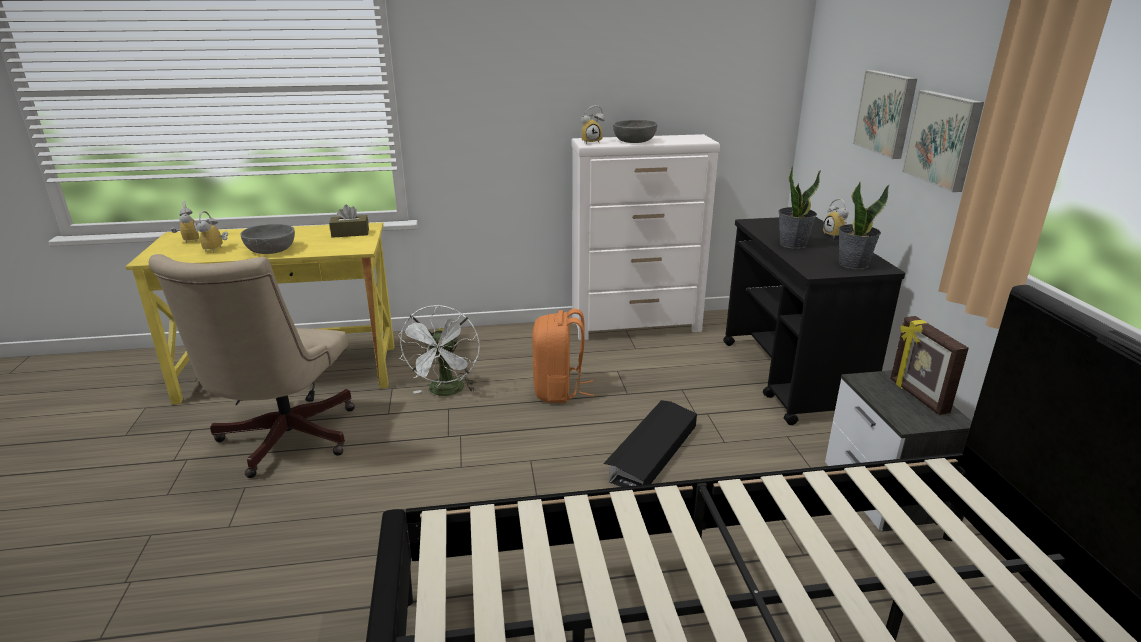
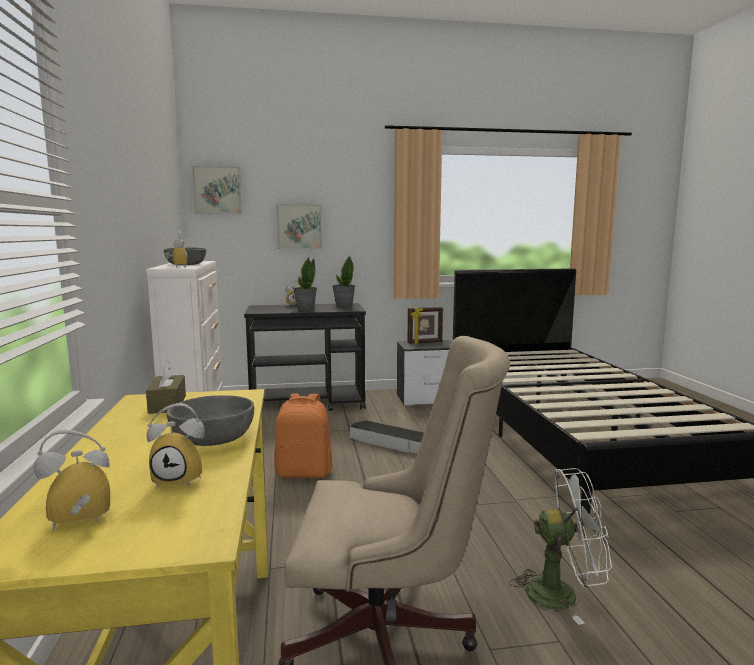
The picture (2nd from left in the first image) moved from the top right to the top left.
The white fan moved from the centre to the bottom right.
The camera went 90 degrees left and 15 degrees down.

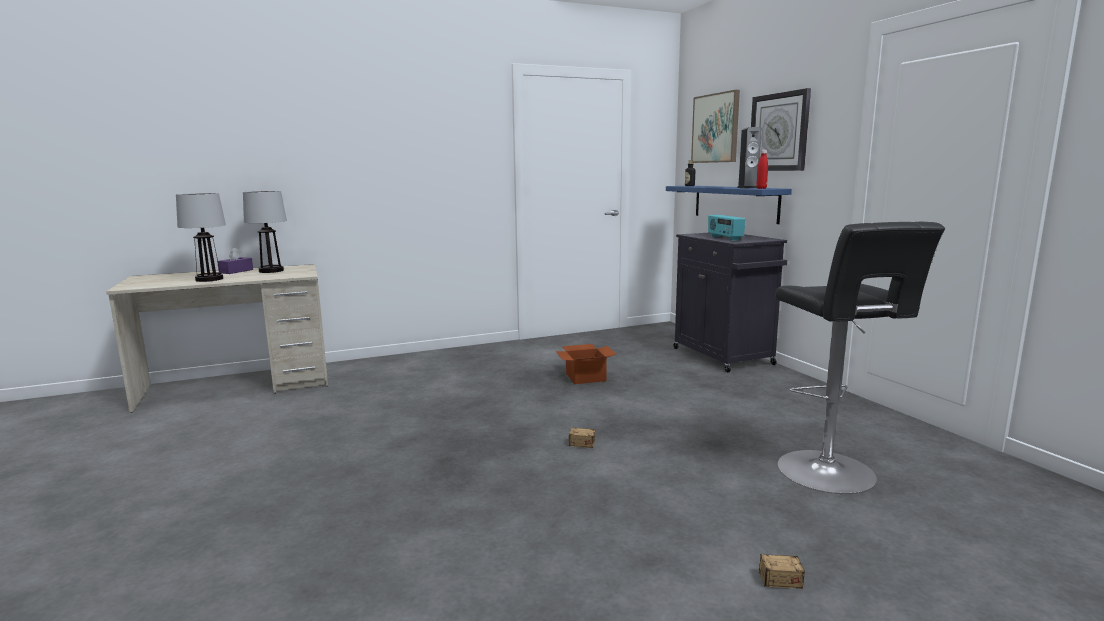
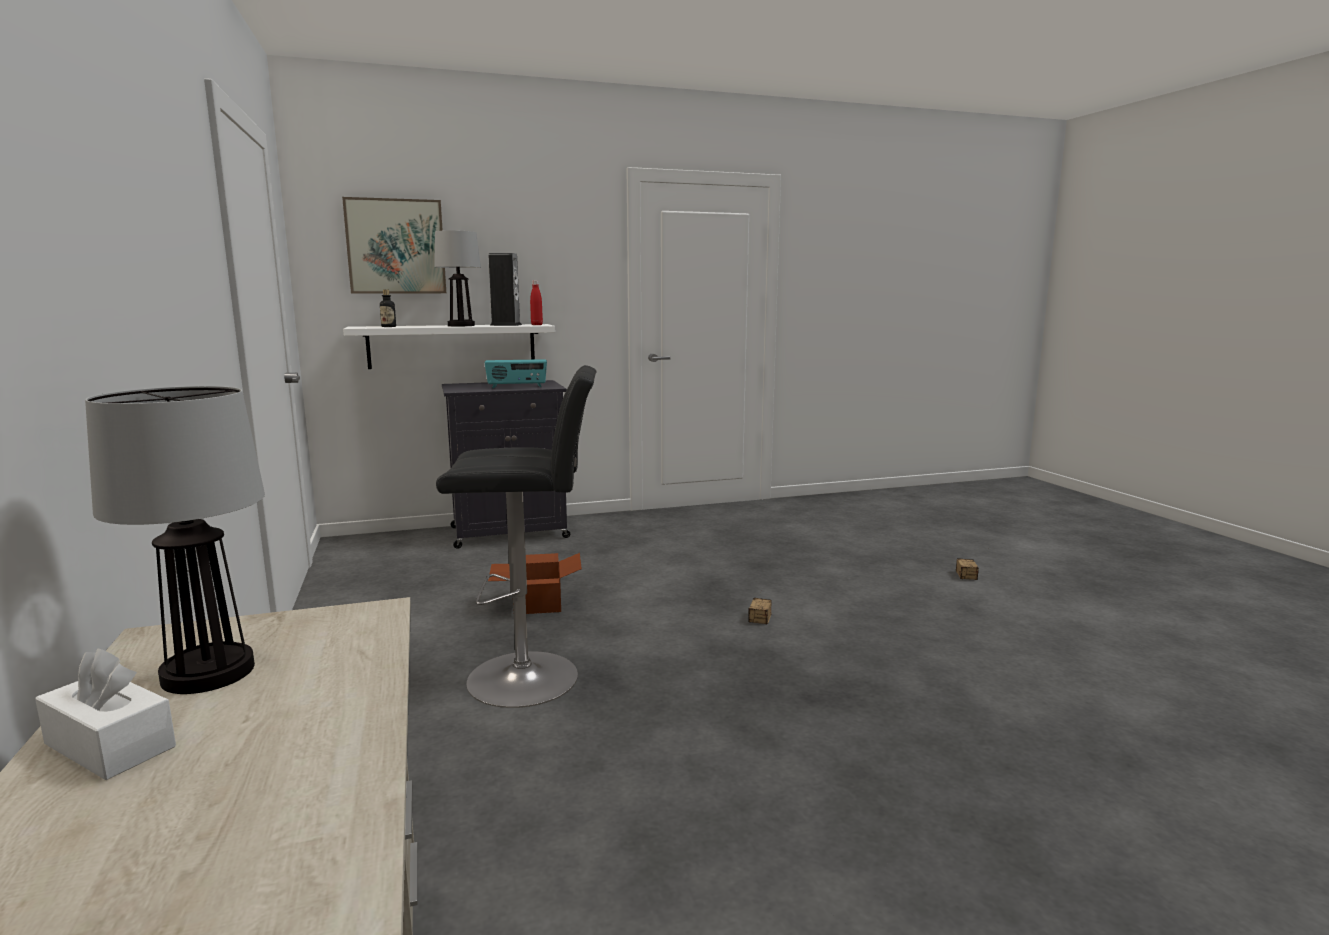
The wall clock at the top right disappeared.
The blue shelf at the top centre became the white shelf at the centre.
The table lamp (1st from left in the first image) moved from the middle left to the top centre.
The black stool moved from the middle right to the centre.
The purple tissue box at the middle left became the white tissue box at the bottom left.
The camera went 85 degrees left and 0 degrees up.

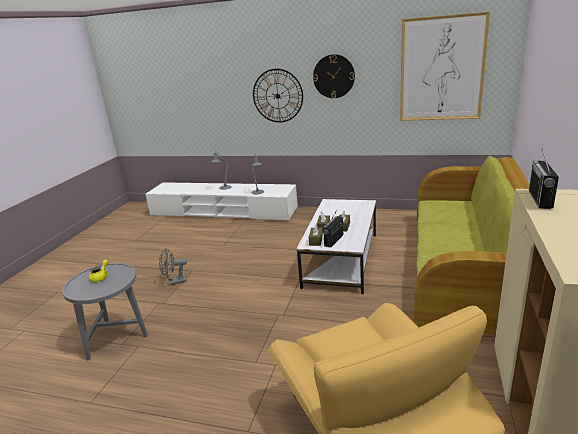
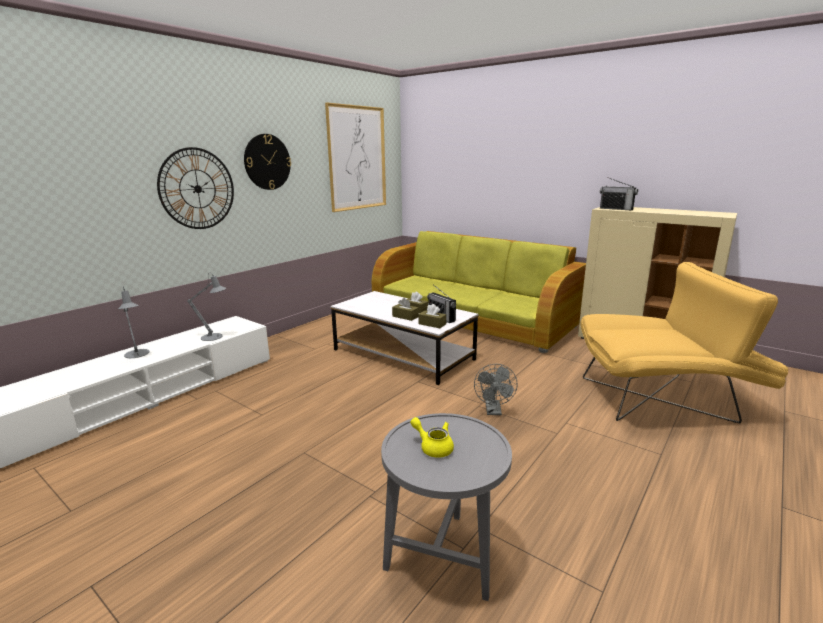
The grey fan moved from the middle left to the centre.
The camera went 70 degrees left and 5 degrees down.

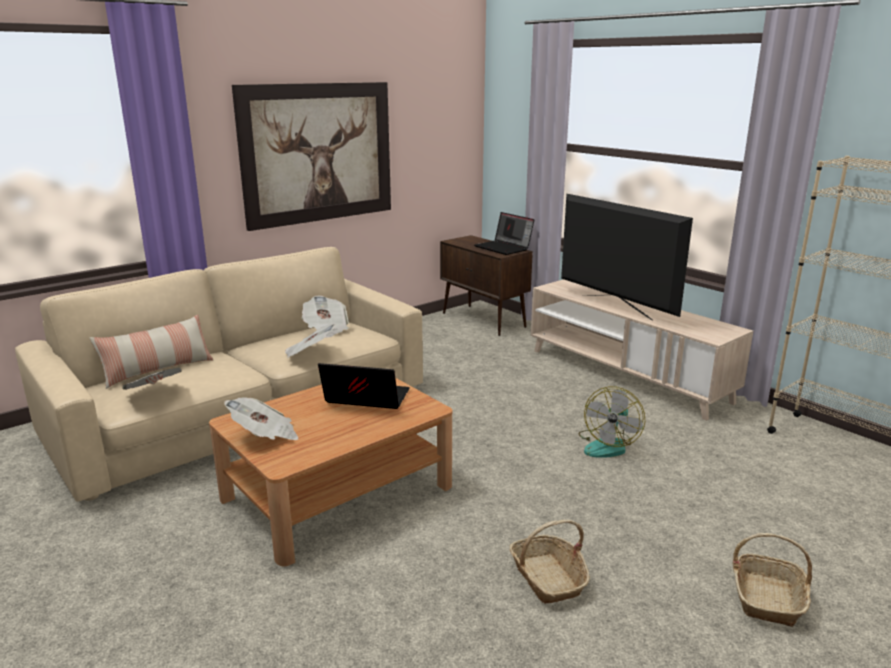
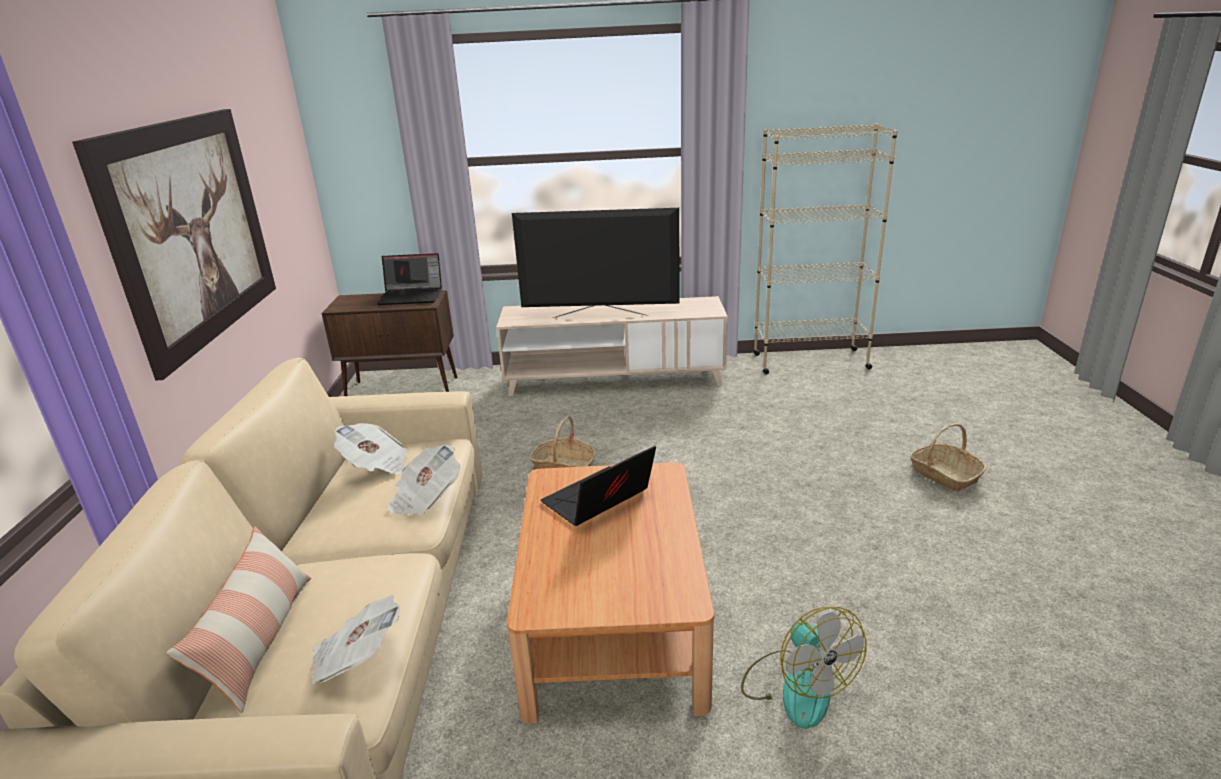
The fan moved from the middle right to the bottom centre.
The newspaper (2nd from left) at the middle left disappeared.
The basket (1st from left) moved from the bottom centre to the centre.
The camera went 50 degrees left and 5 degrees up.

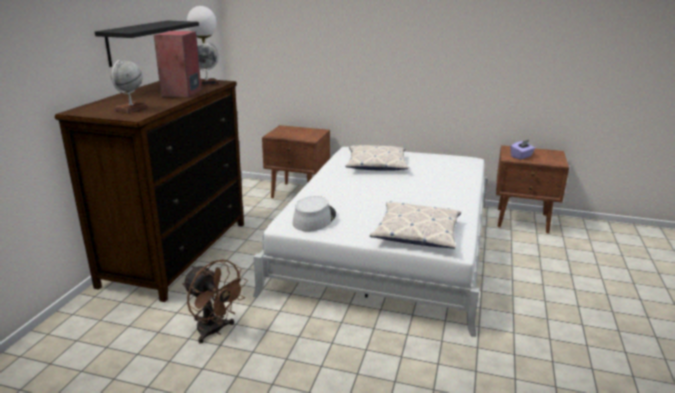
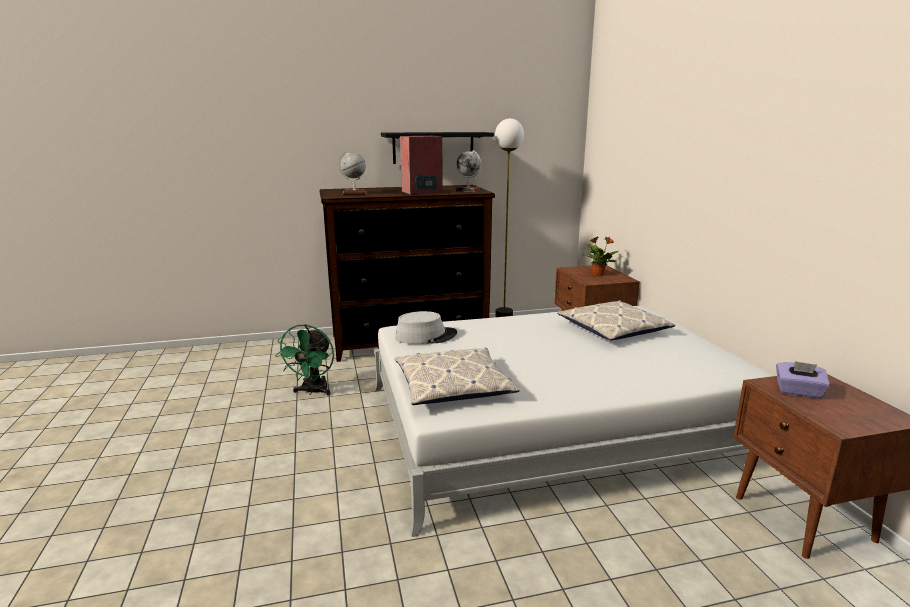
The brown fan at the bottom left became the green fan at the centre.
The potted plant at the centre appeared.
The camera went 60 degrees right and 5 degrees down.

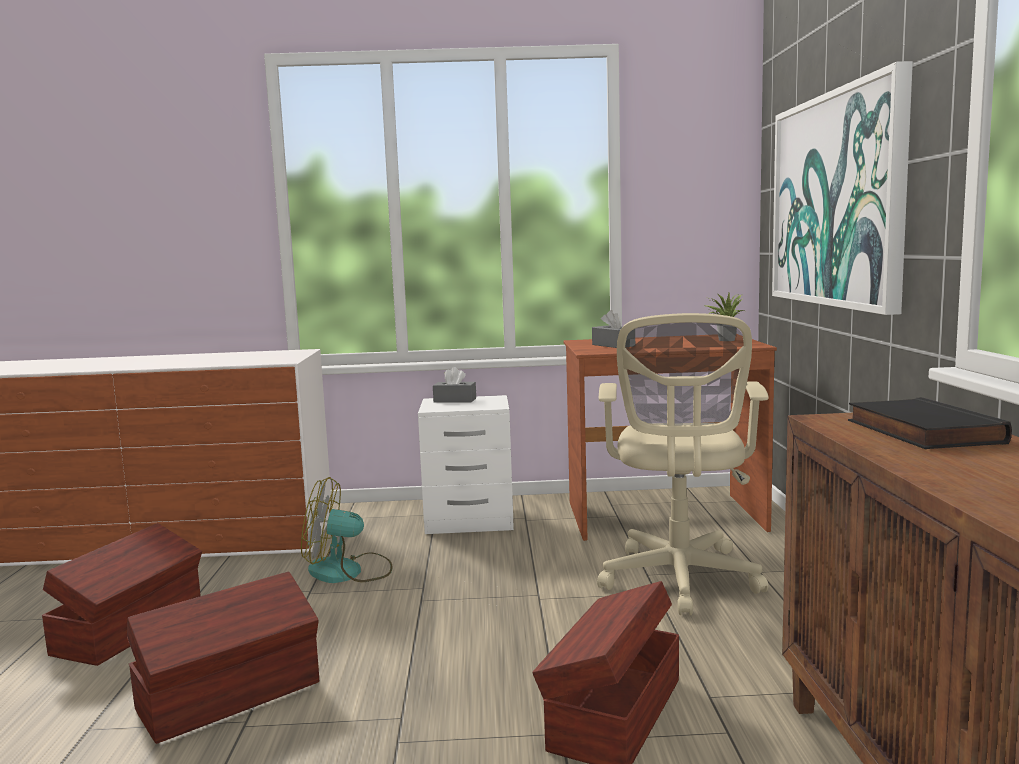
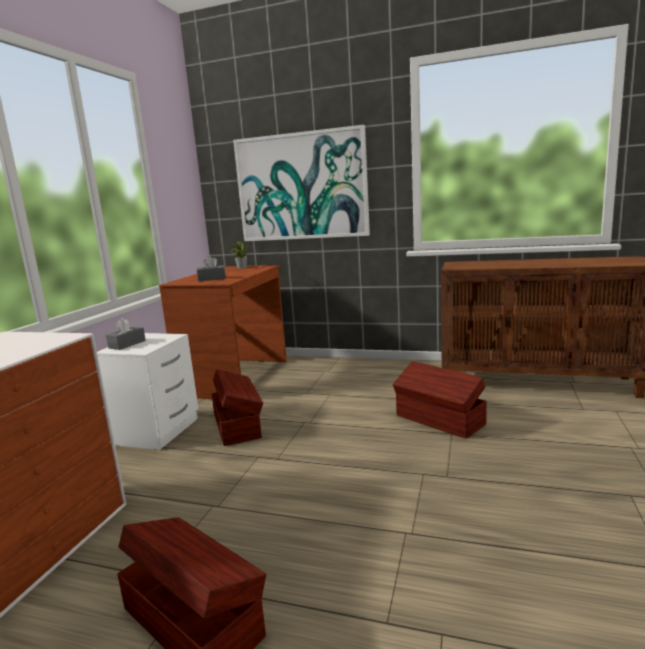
The beige office chair at the middle right disappeared.
The black book at the middle right disappeared.
The fan at the bottom centre disappeared.
The brown storage box (2nd from left) moved from the bottom left to the centre.
The camera went 70 degrees left and 5 degrees up.

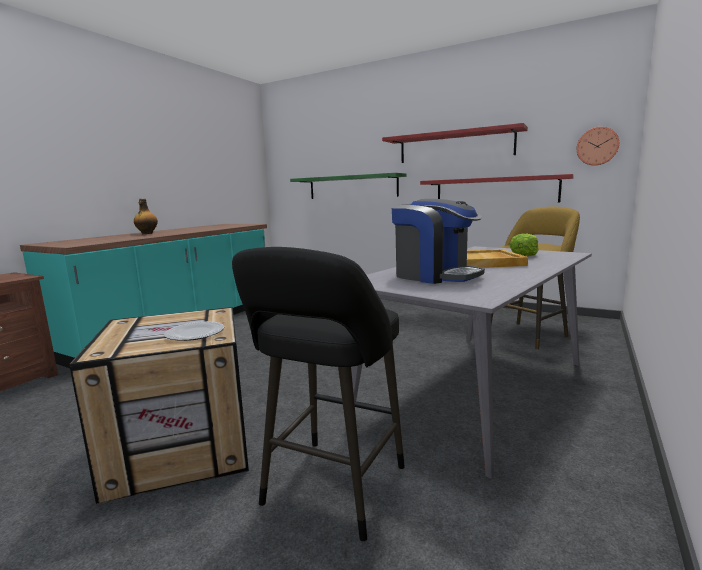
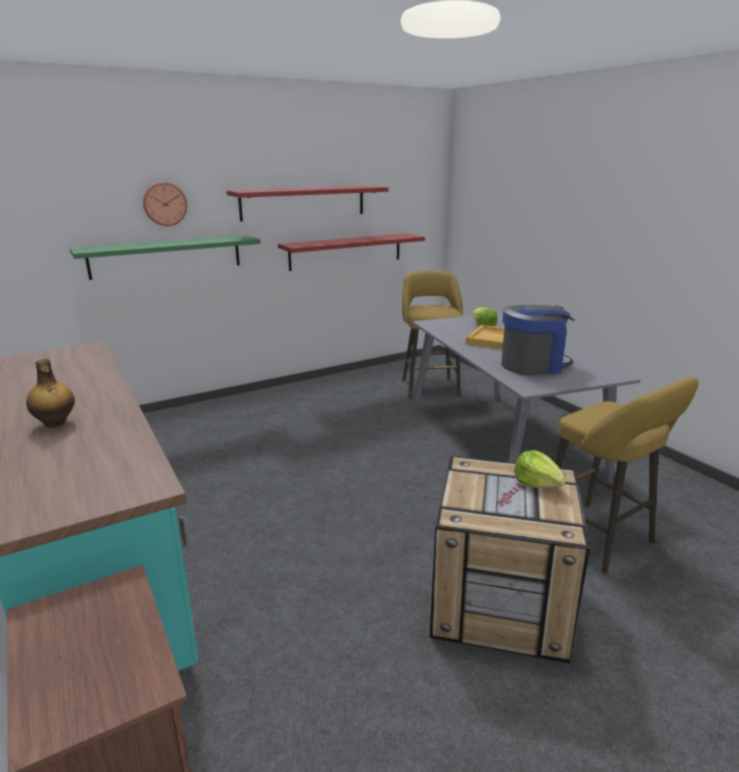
The wall clock moved from the top right to the top left.
The black stool at the bottom centre became the yellow stool (2nd from left) at the middle right.
The plate at the middle left was replaced by the lettuce (2nd from left) at the middle right.
The camera went 60 degrees left and 10 degrees up.

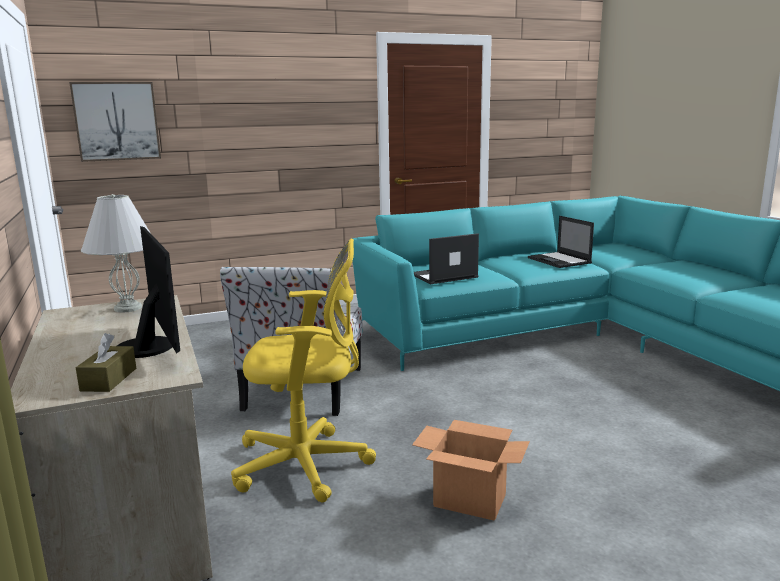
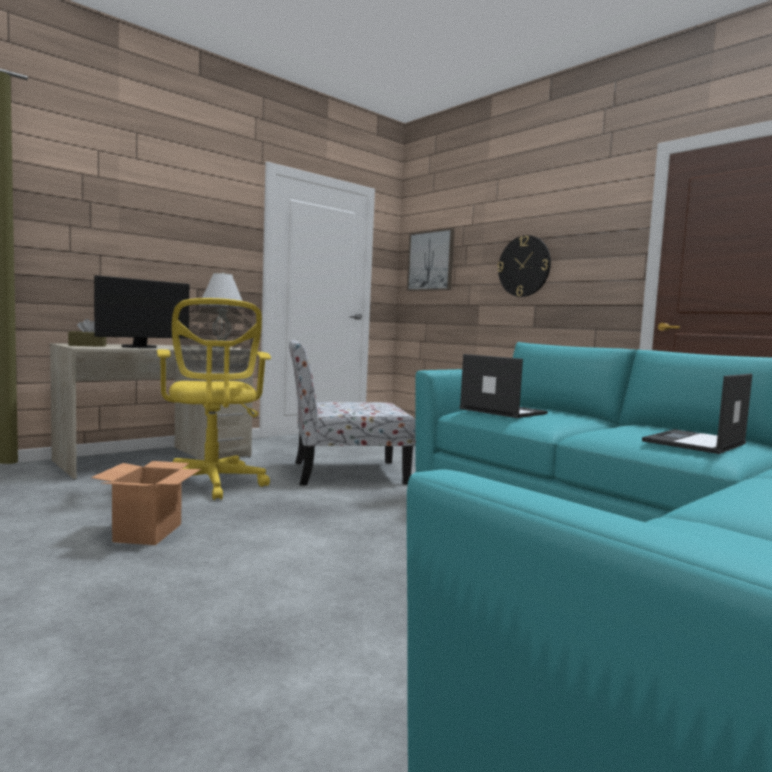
The wall clock at the middle right appeared.
The camera went 70 degrees right and 10 degrees down.

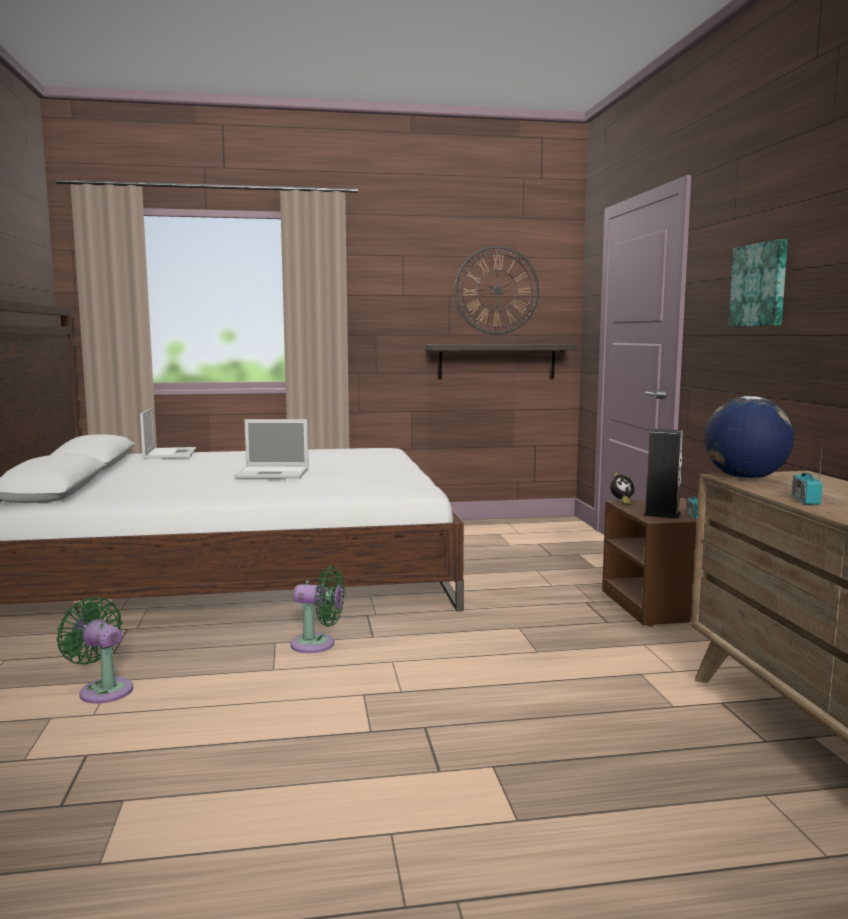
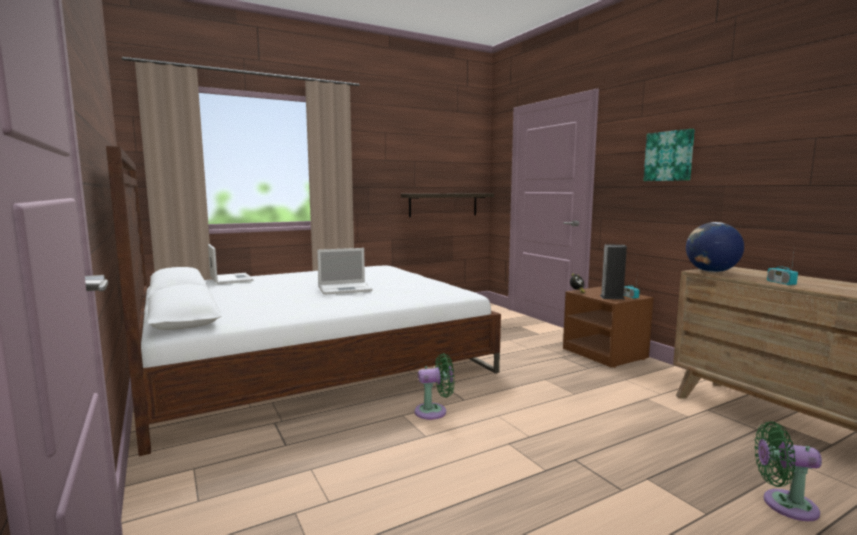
The wall clock at the top centre disappeared.
The green fan (1st from left in the first image) moved from the bottom left to the bottom right.
The camera went 20 degrees left and 0 degrees up.

